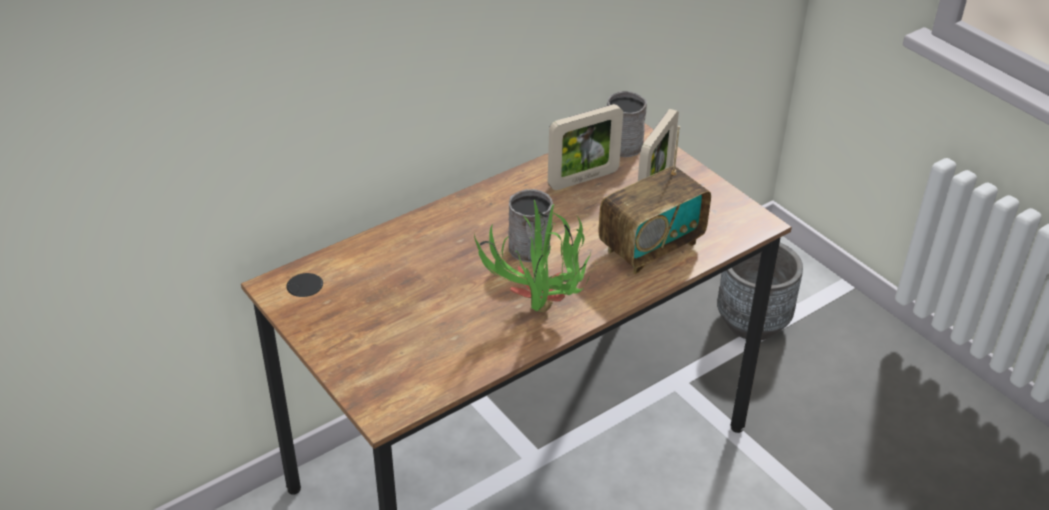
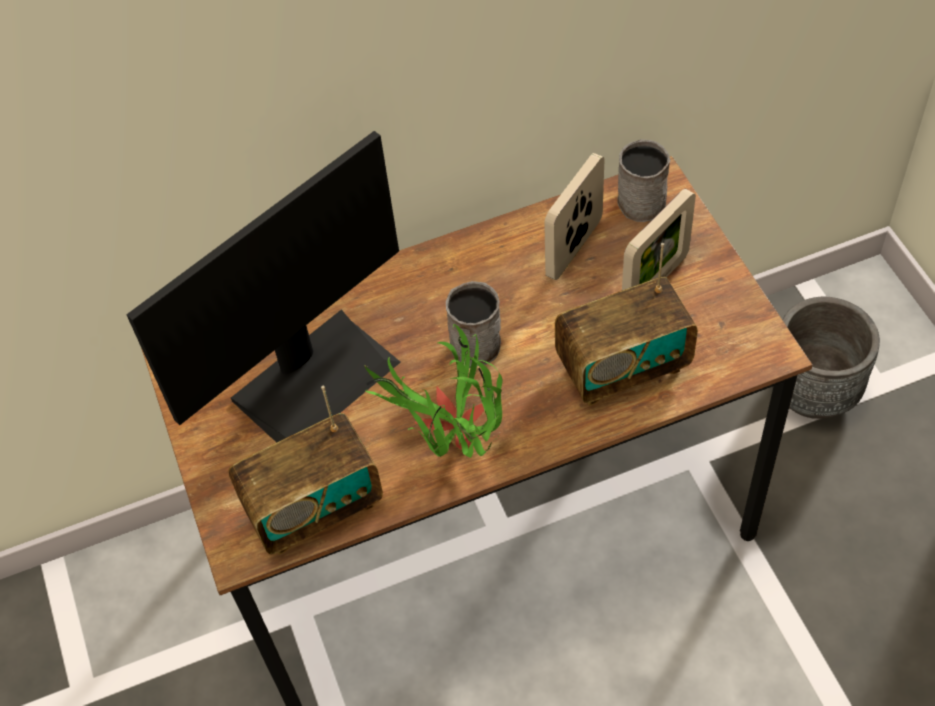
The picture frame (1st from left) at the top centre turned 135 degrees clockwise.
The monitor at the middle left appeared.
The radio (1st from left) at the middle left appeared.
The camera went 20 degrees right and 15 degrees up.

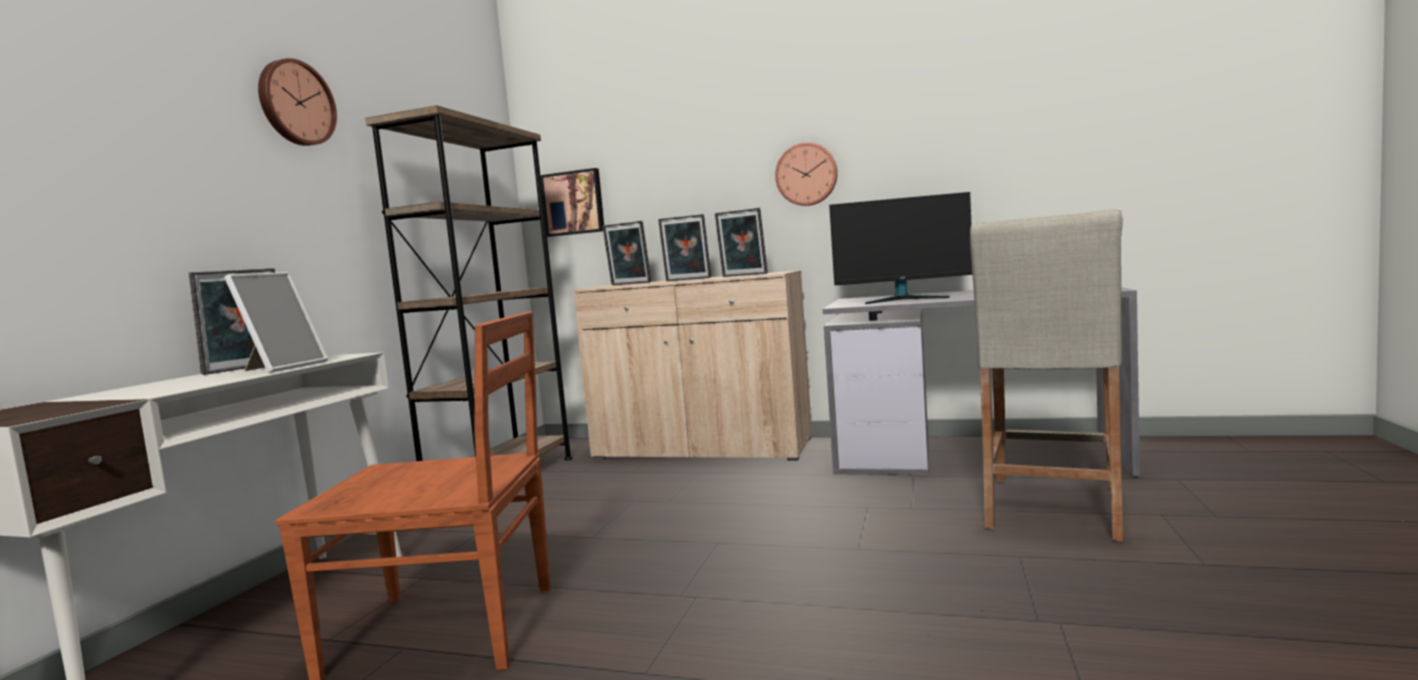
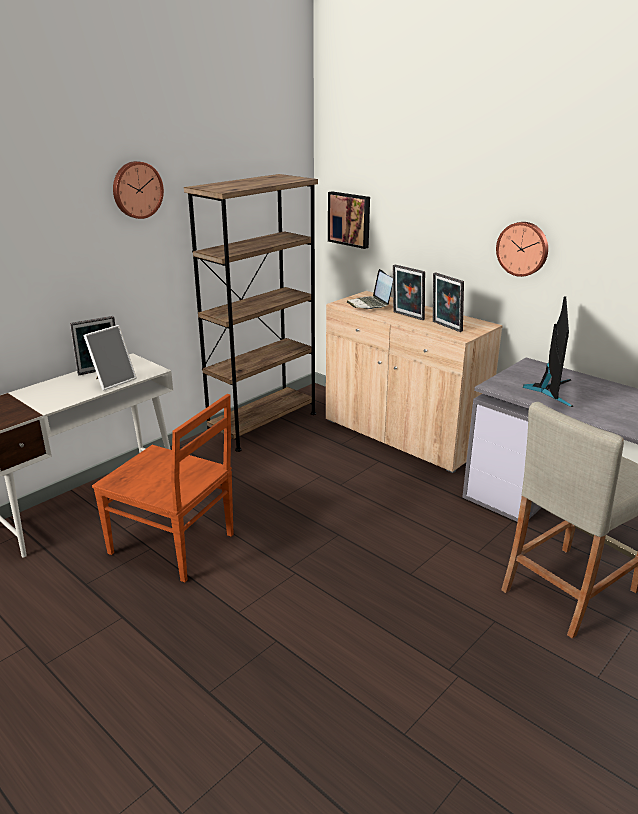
The monitor at the centre turned 105 degrees counterclockwise.
The picture frame (3rd from left) at the centre was replaced by the laptop at the centre.
The camera went 25 degrees right and 20 degrees up.

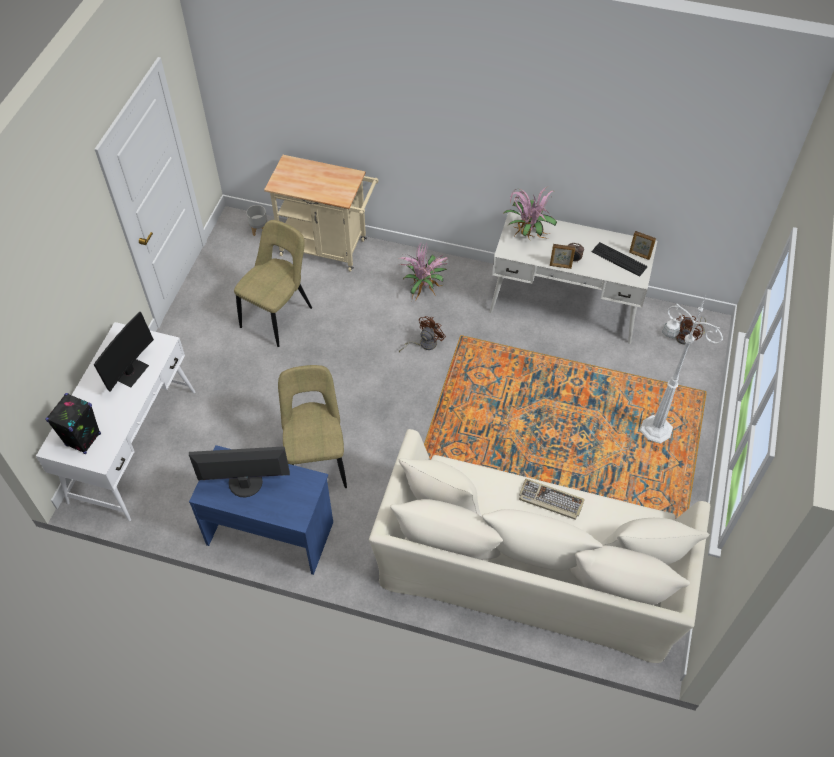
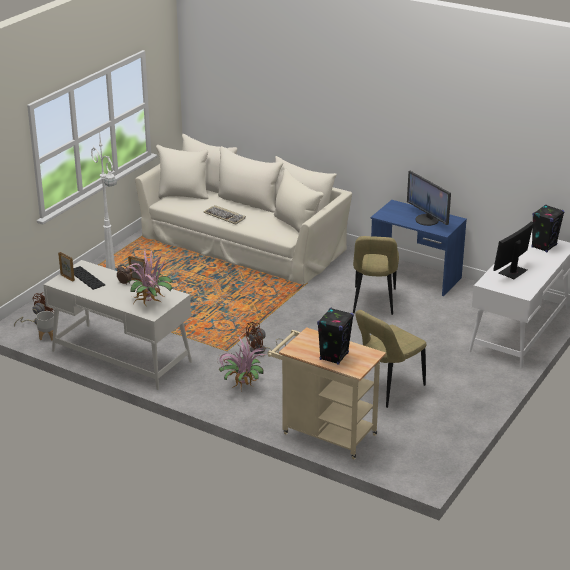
The grey planter moved from the top left to the middle left.
The monitor (2nd from left in the first image) at the middle left turned 45 degrees clockwise.
The black speaker (1st from left) at the centre appeared.
The camera went 165 degrees left and 25 degrees down.

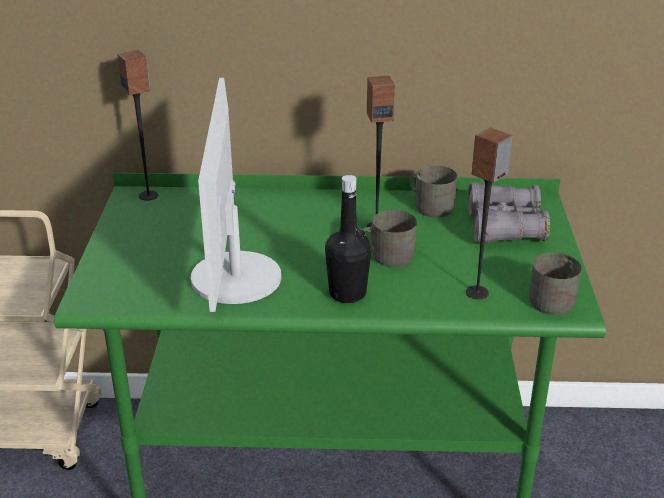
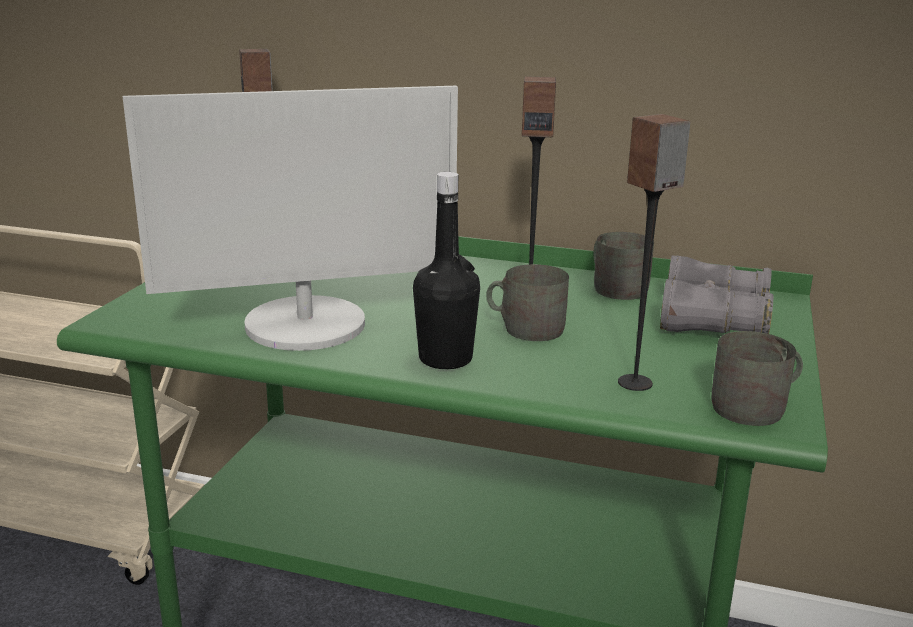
The monitor at the centre turned 120 degrees counterclockwise.
The camera went 15 degrees right and 10 degrees down.

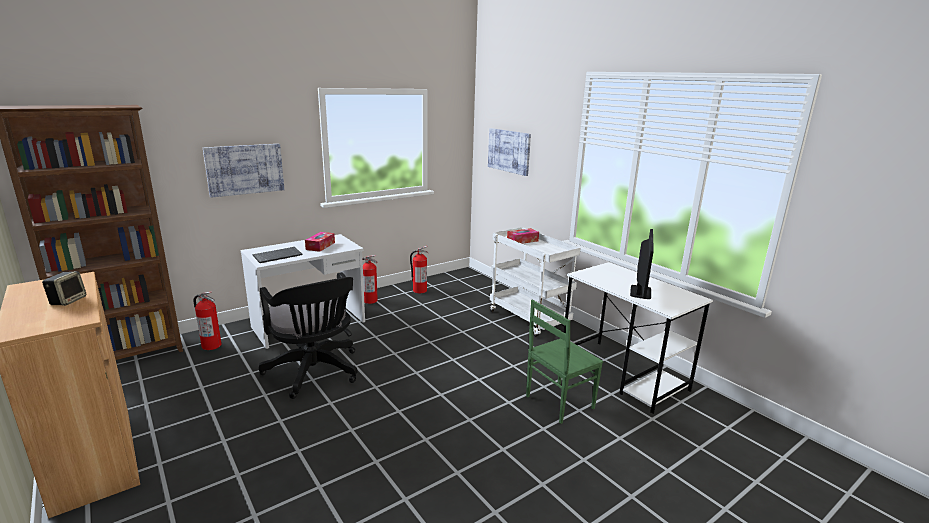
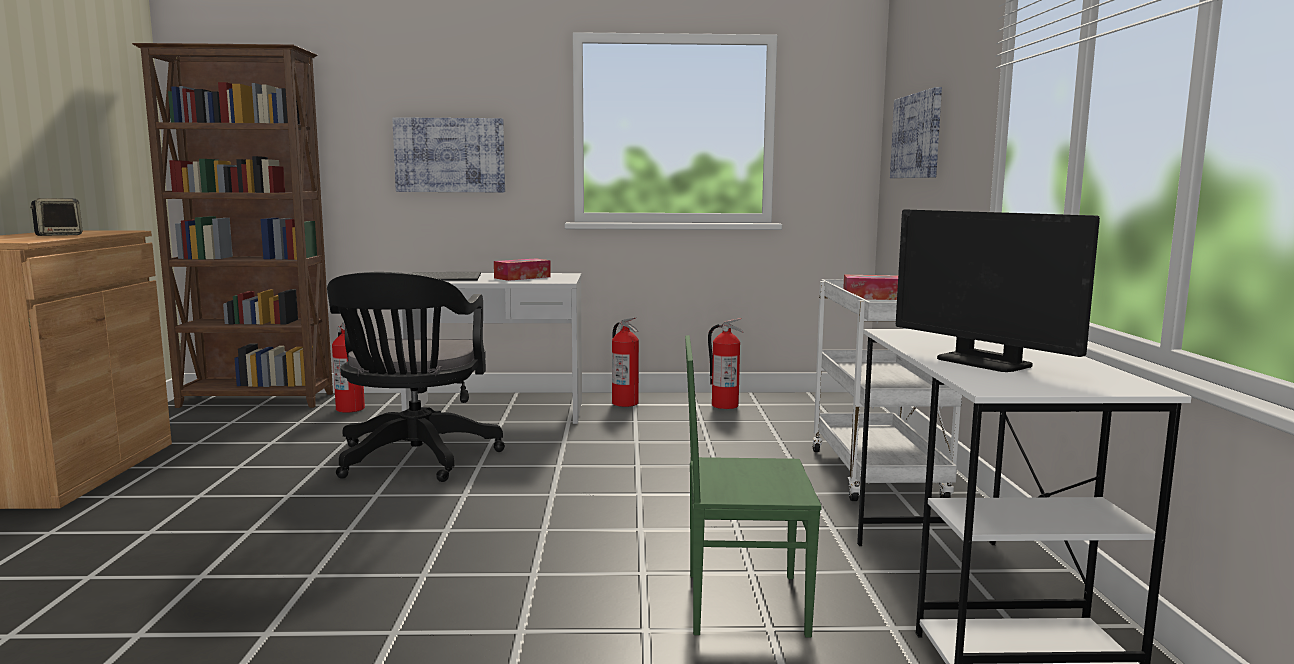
The monitor at the middle right turned 90 degrees clockwise.
The camera went 35 degrees right and 10 degrees down.

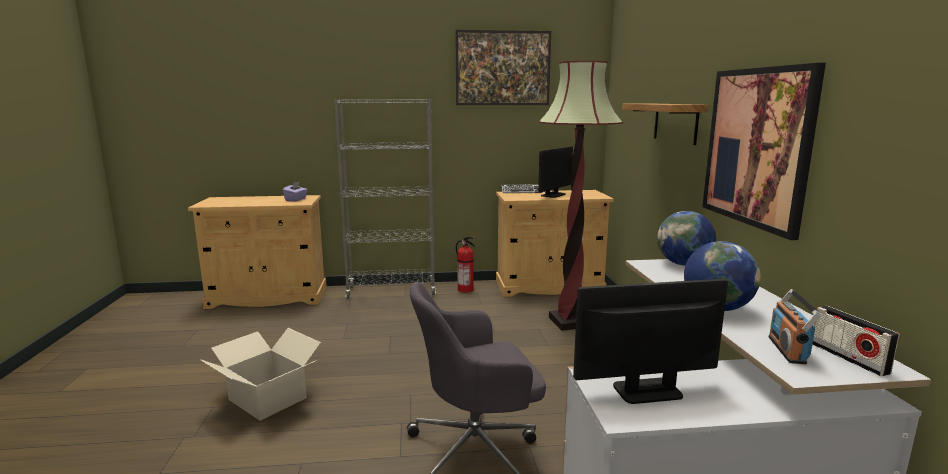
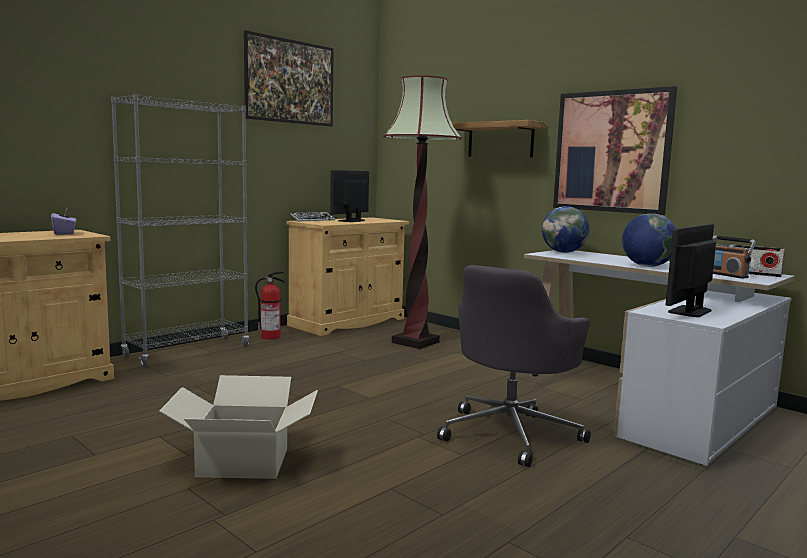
The monitor (1st from left) at the centre turned 150 degrees counterclockwise.
The camera went 40 degrees left and 5 degrees down.

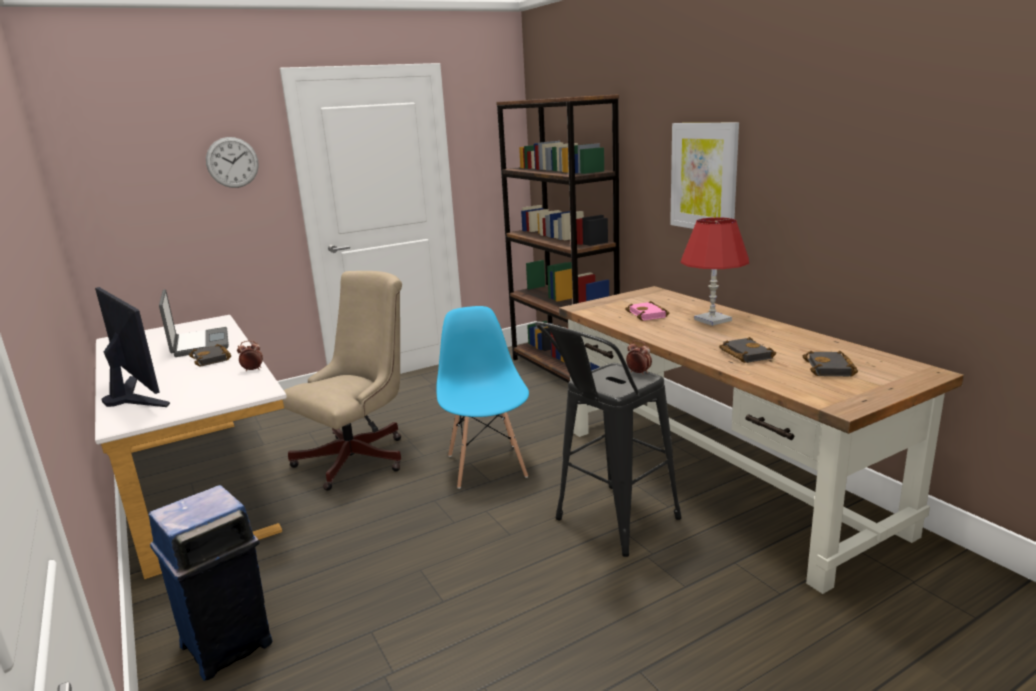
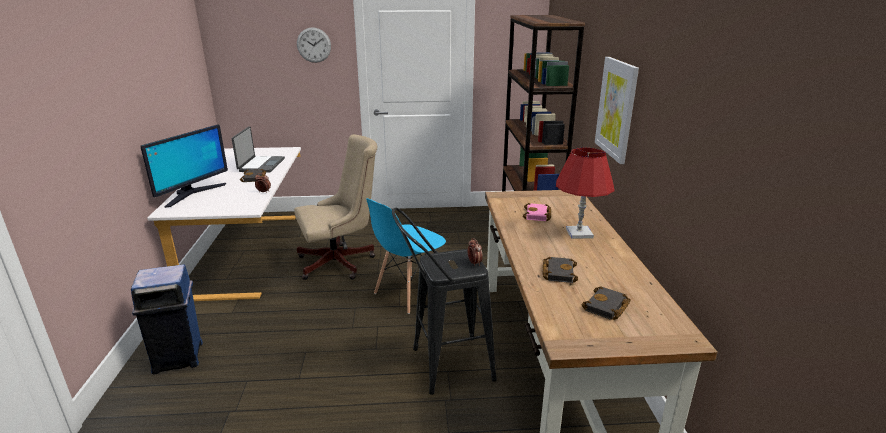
The monitor at the middle left turned 45 degrees clockwise.
The blue chair at the centre turned 150 degrees counterclockwise.
The camera went 25 degrees right and 5 degrees up.

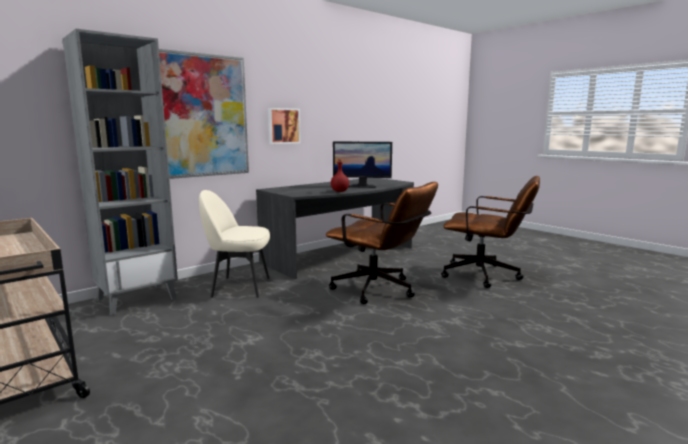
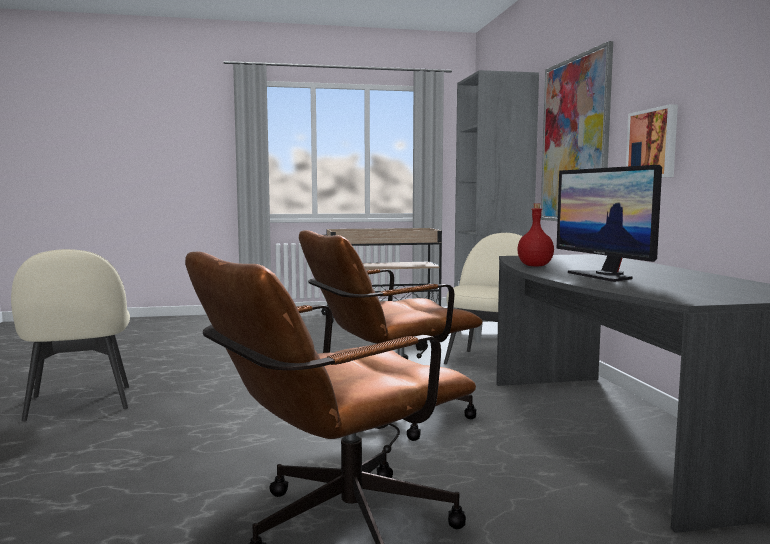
The monitor at the centre turned 60 degrees counterclockwise.
The beige chair (1st from left) at the middle left appeared.
The camera went 120 degrees right and 5 degrees down.

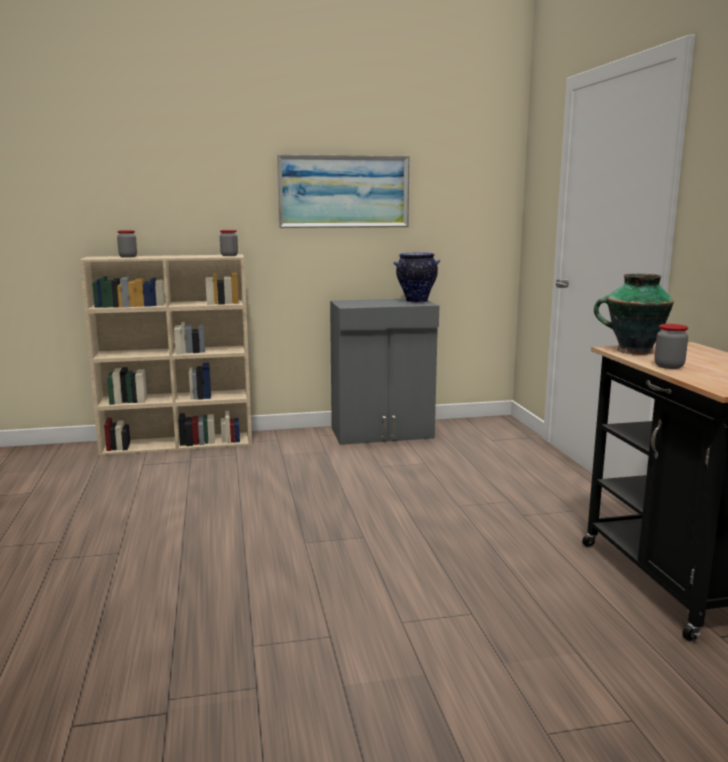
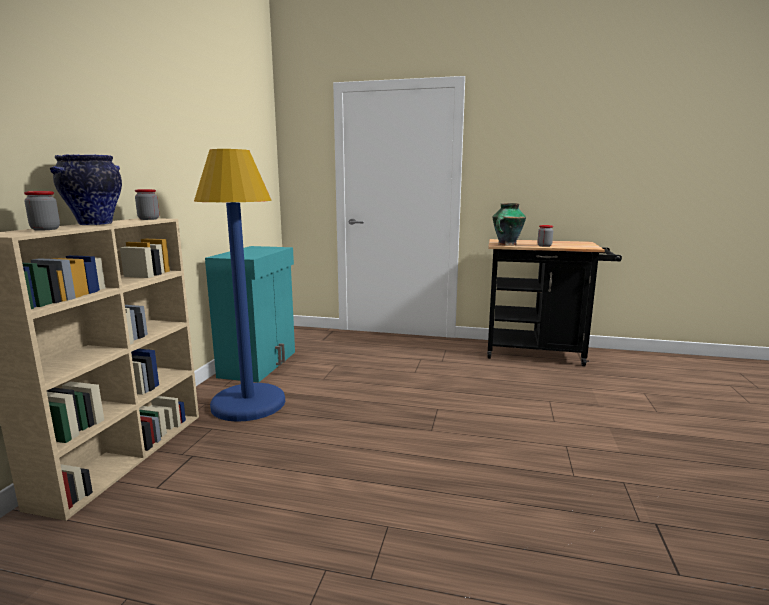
The picture at the top centre disappeared.
The vase (1st from left) moved from the centre to the top left.
The grey cabinet at the centre became the turquoise cabinet at the middle left.
The blue floor lamp at the middle left appeared.
The camera went 65 degrees left and 0 degrees up.

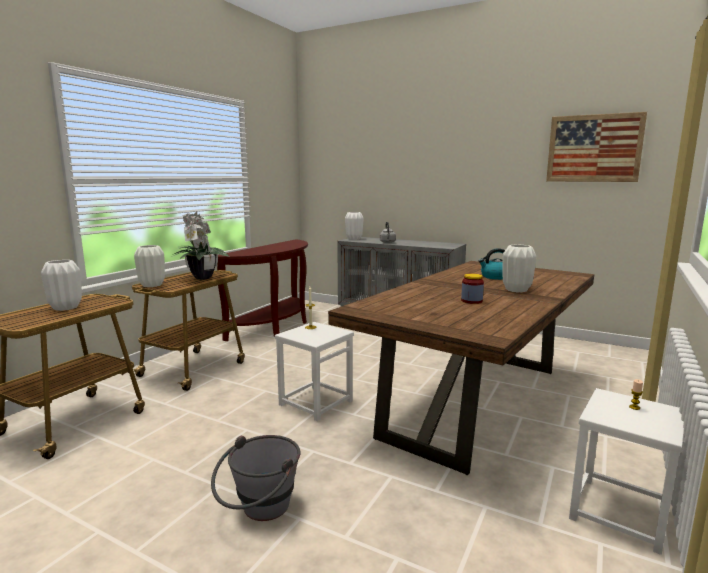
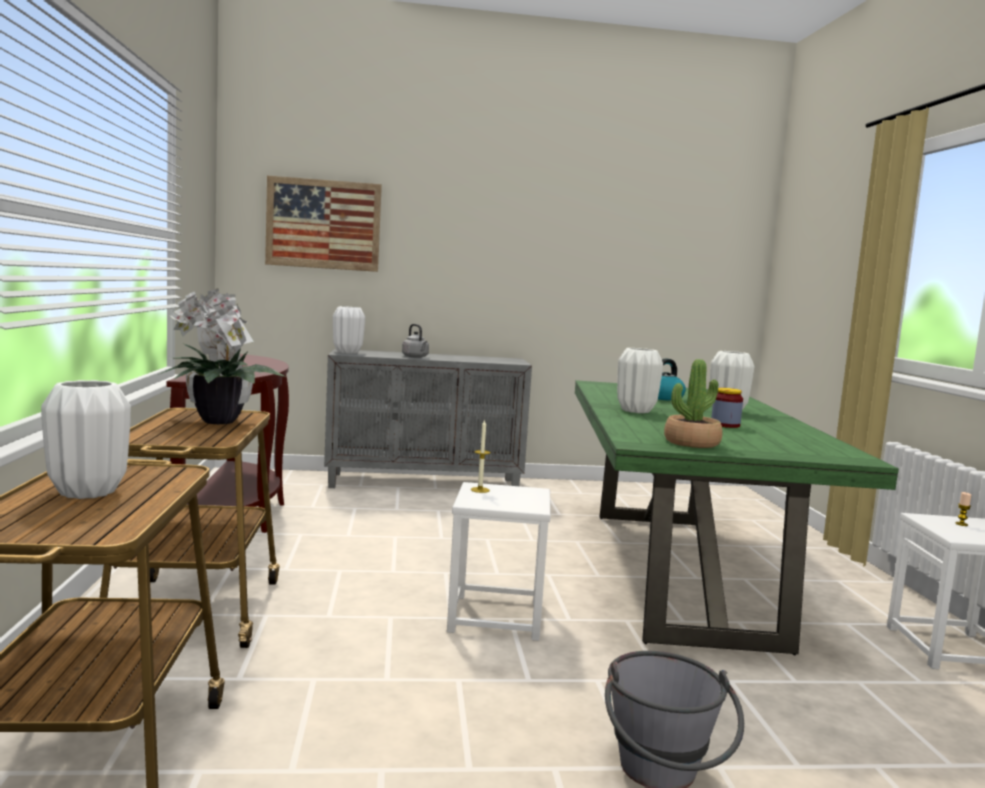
The picture moved from the top right to the top left.
The white vase (2nd from left in the first image) moved from the middle left to the centre.
The brown dining table at the centre became the green dining table at the middle right.
The potted plant (2nd from left) at the middle right appeared.
The camera went 35 degrees left and 5 degrees down.

